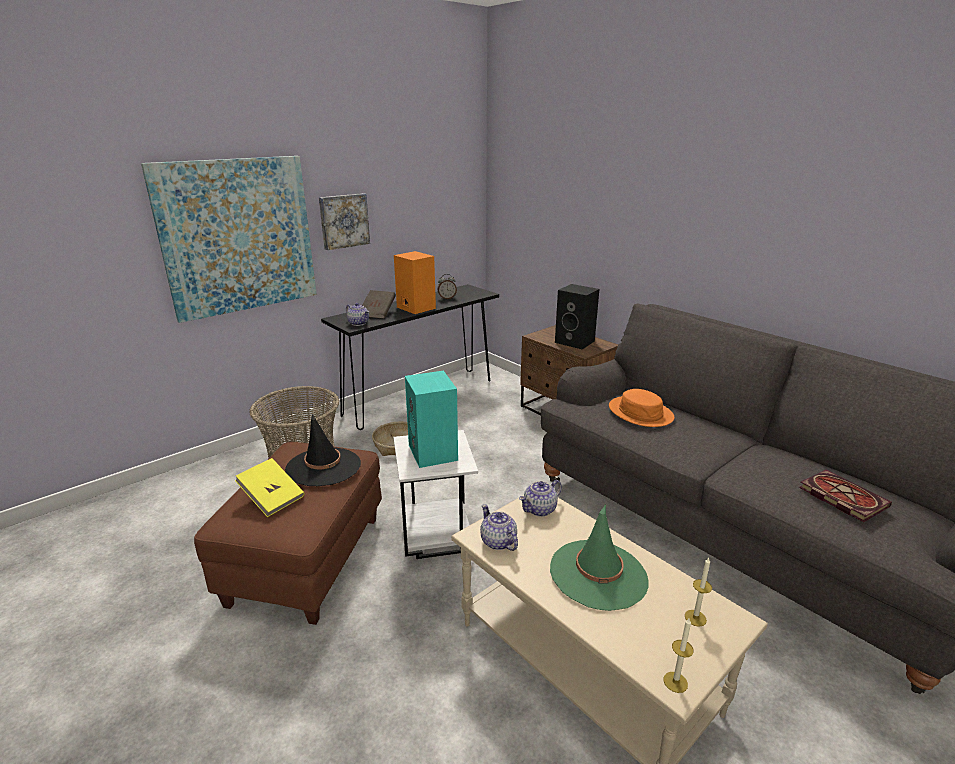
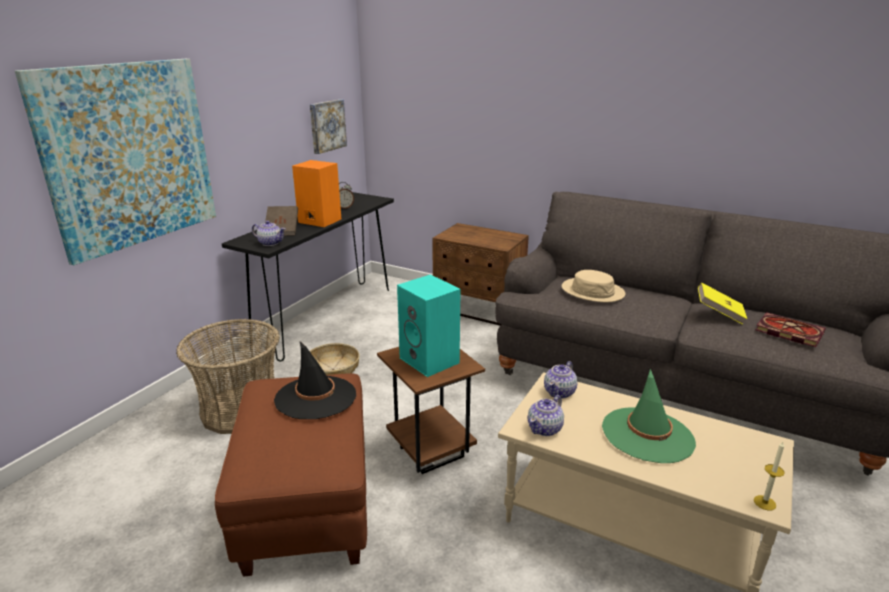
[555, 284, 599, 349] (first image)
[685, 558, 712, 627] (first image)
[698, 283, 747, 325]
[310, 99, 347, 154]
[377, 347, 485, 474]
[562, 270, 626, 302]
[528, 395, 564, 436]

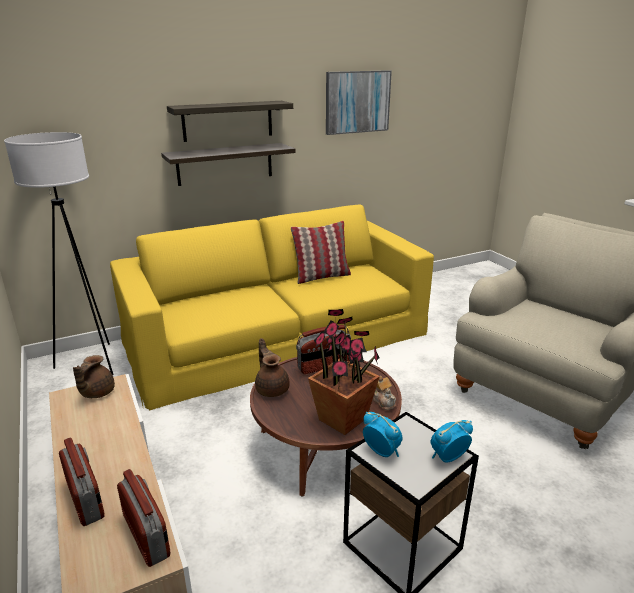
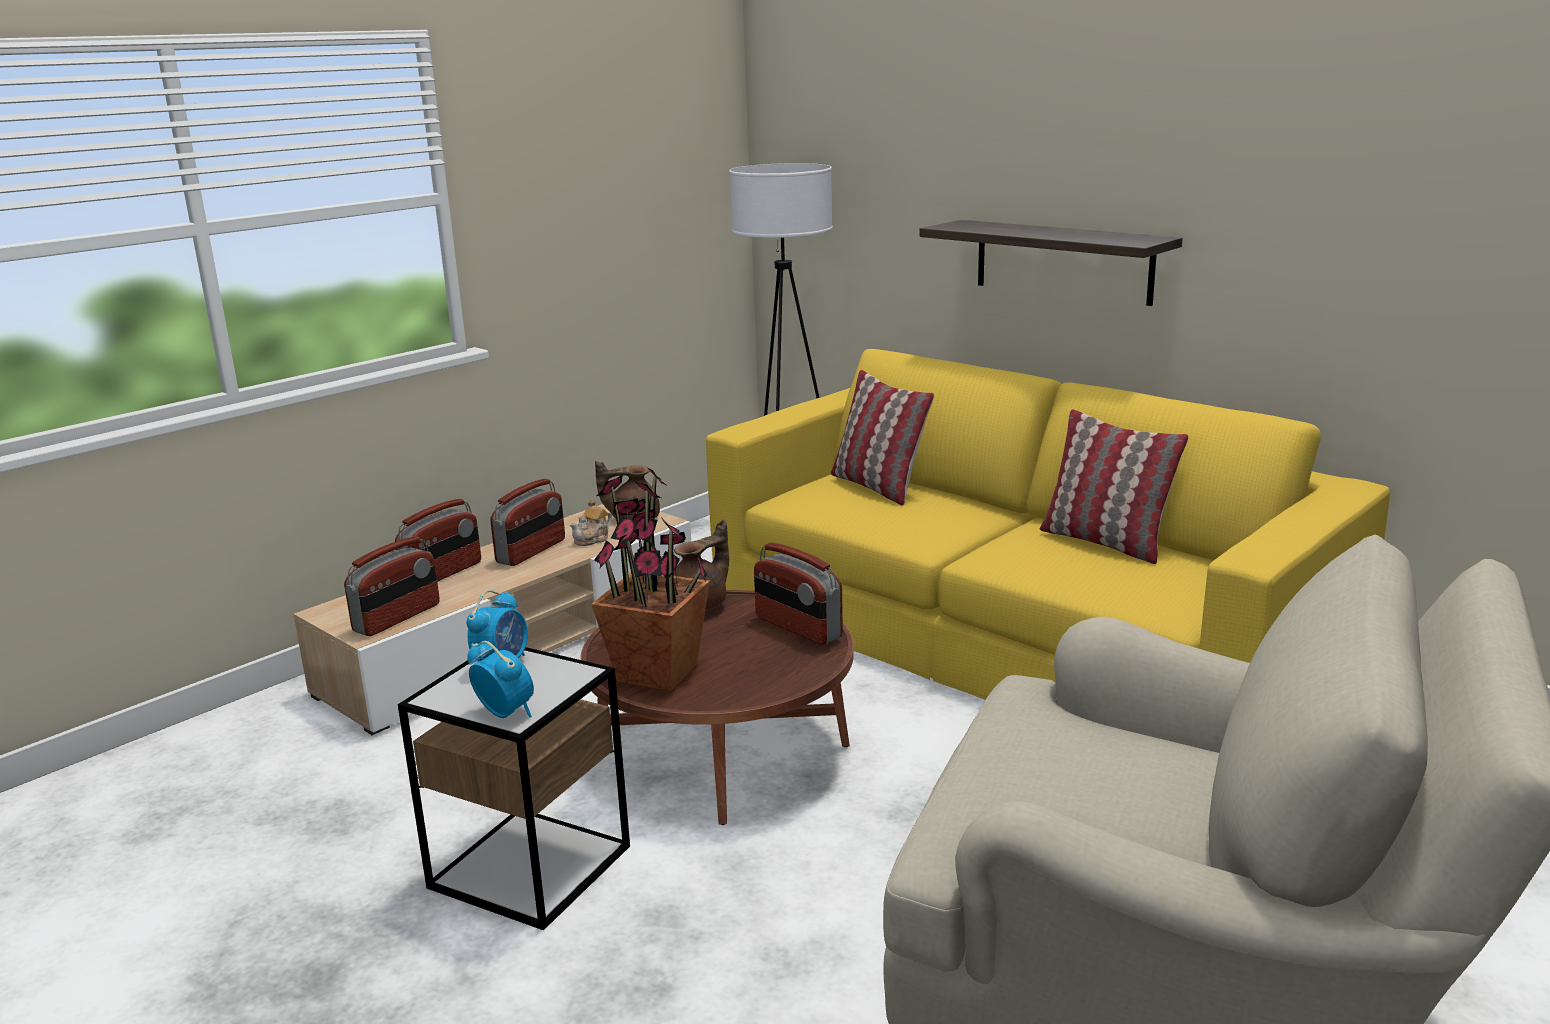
[167, 101, 293, 142] (first image)
[326, 70, 392, 135] (first image)
[490, 479, 565, 566]
[831, 370, 934, 506]
[570, 499, 612, 546]

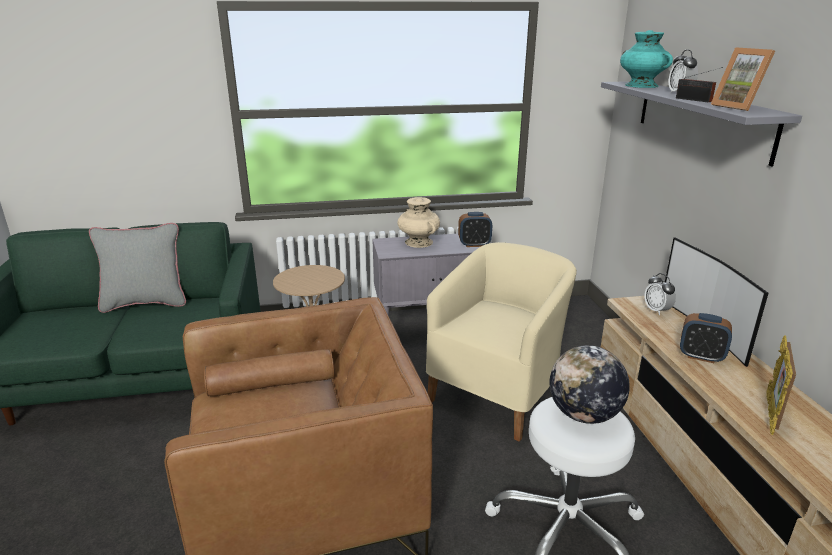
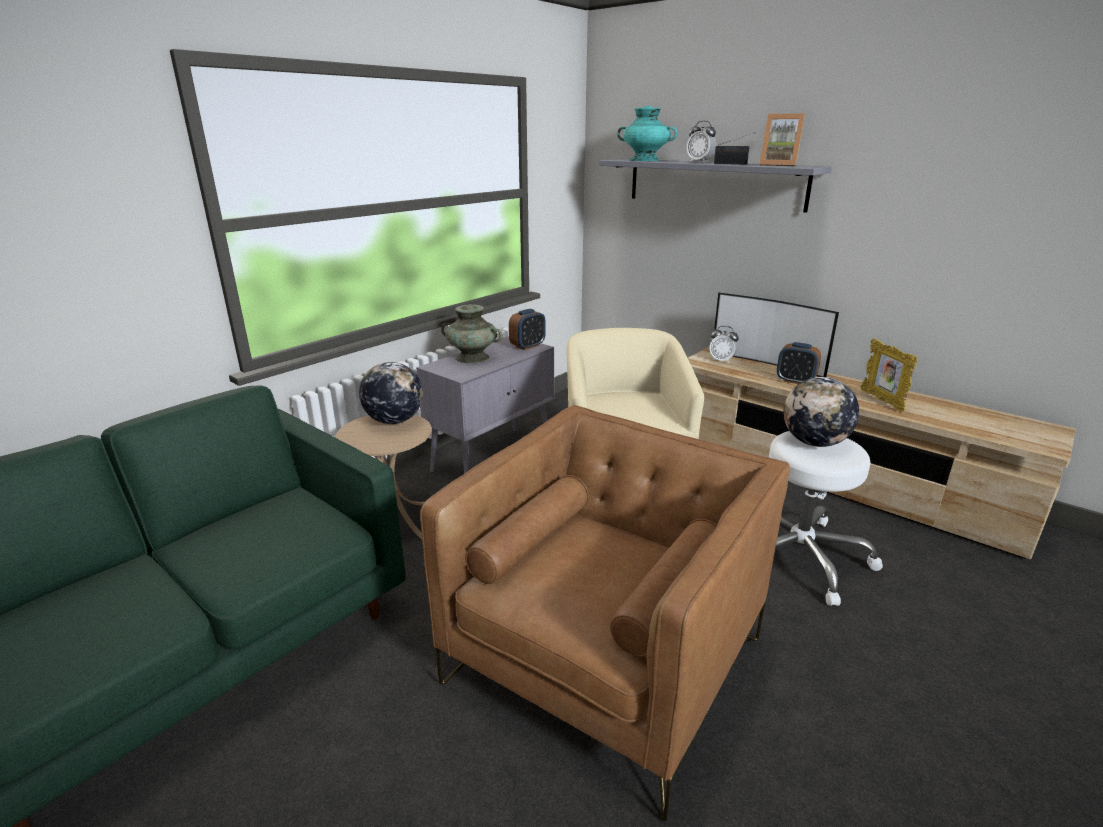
[89, 223, 186, 313] (first image)
[359, 362, 423, 424]
[441, 304, 503, 364]
[777, 342, 821, 384]

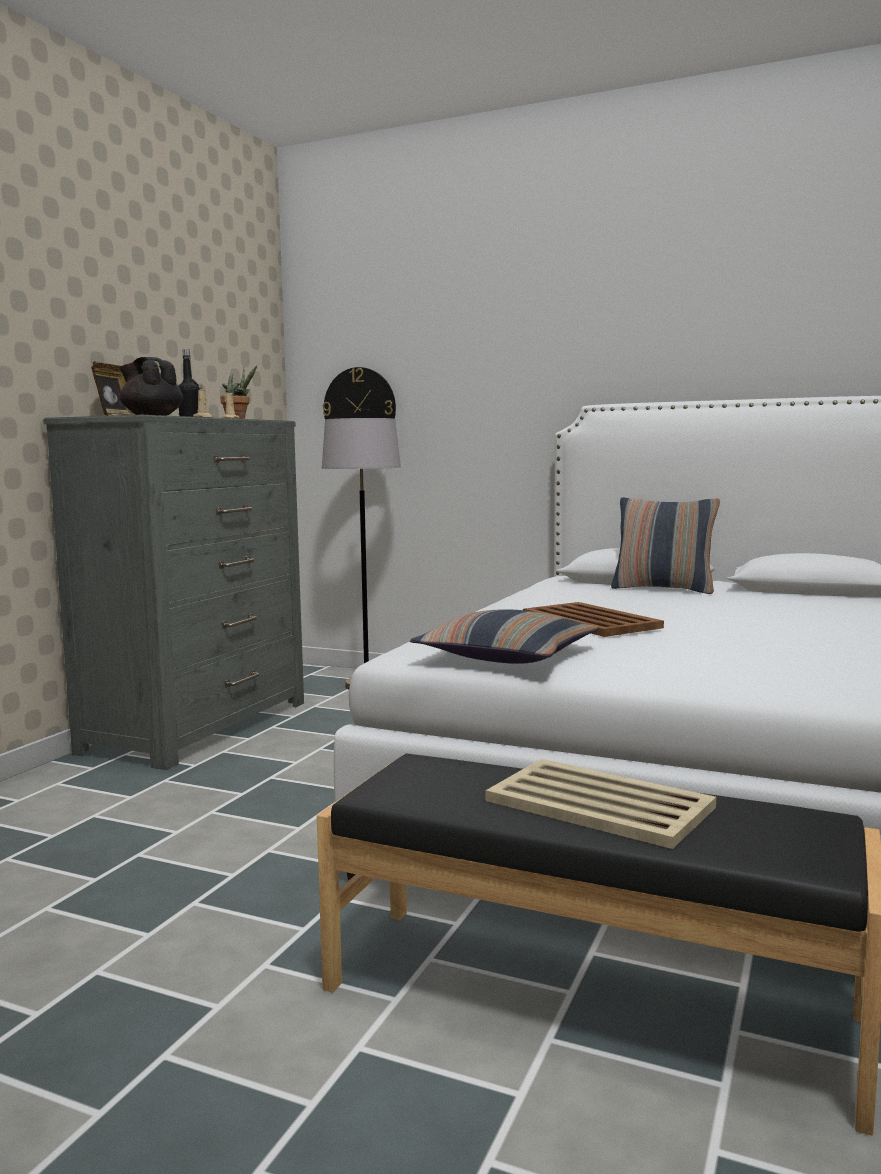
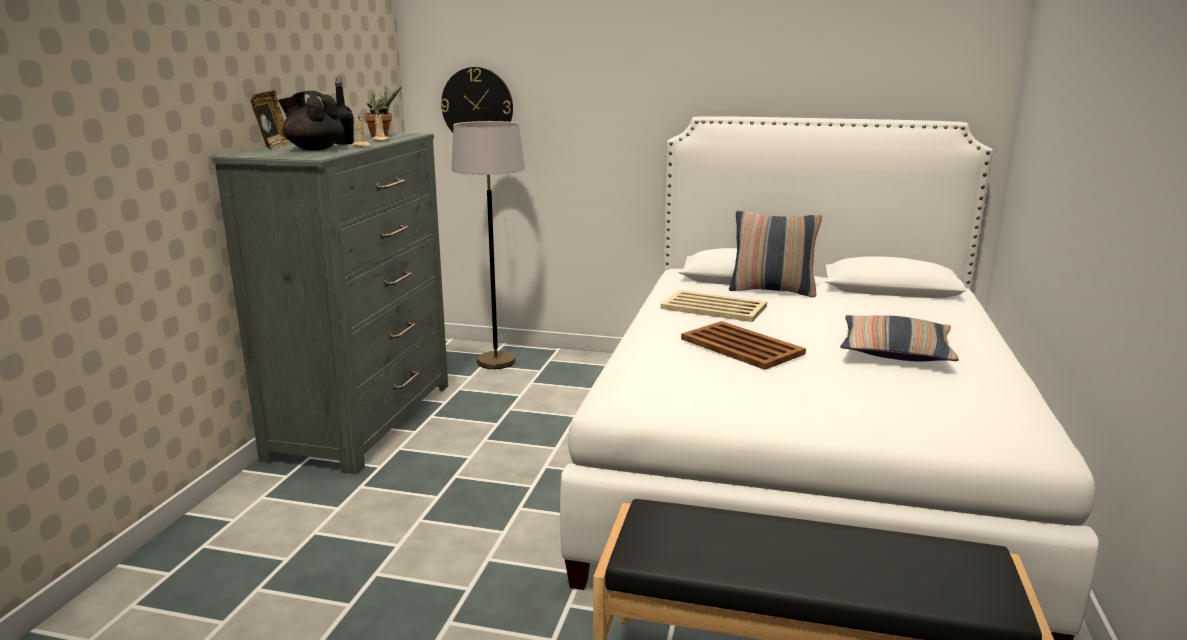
[840, 315, 959, 362]
[660, 290, 767, 322]

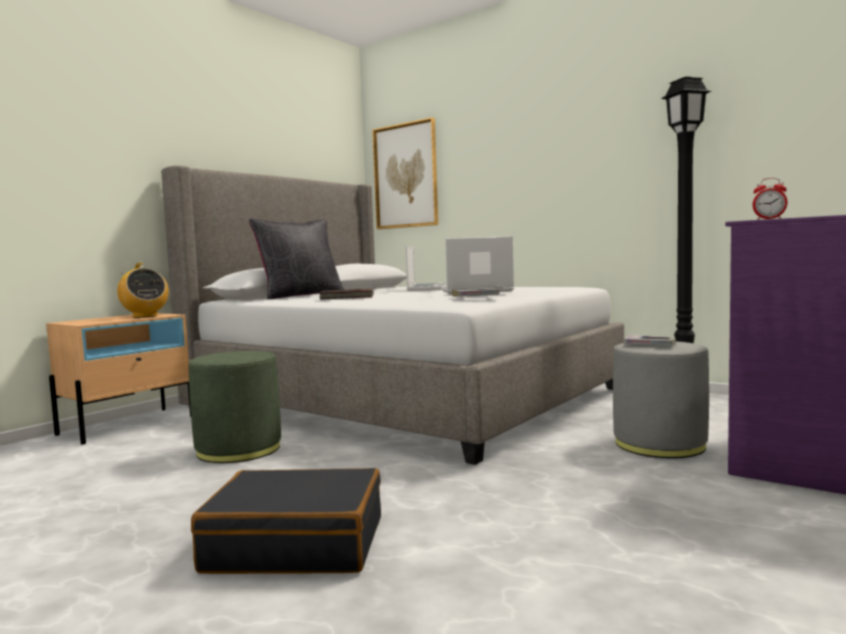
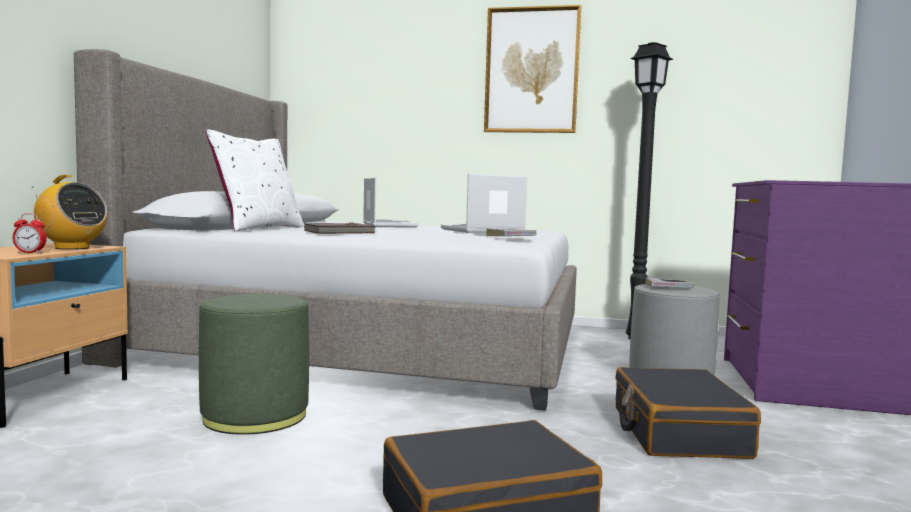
[616, 367, 761, 459]
[484, 5, 581, 133]
[13, 213, 47, 253]
[206, 130, 304, 231]

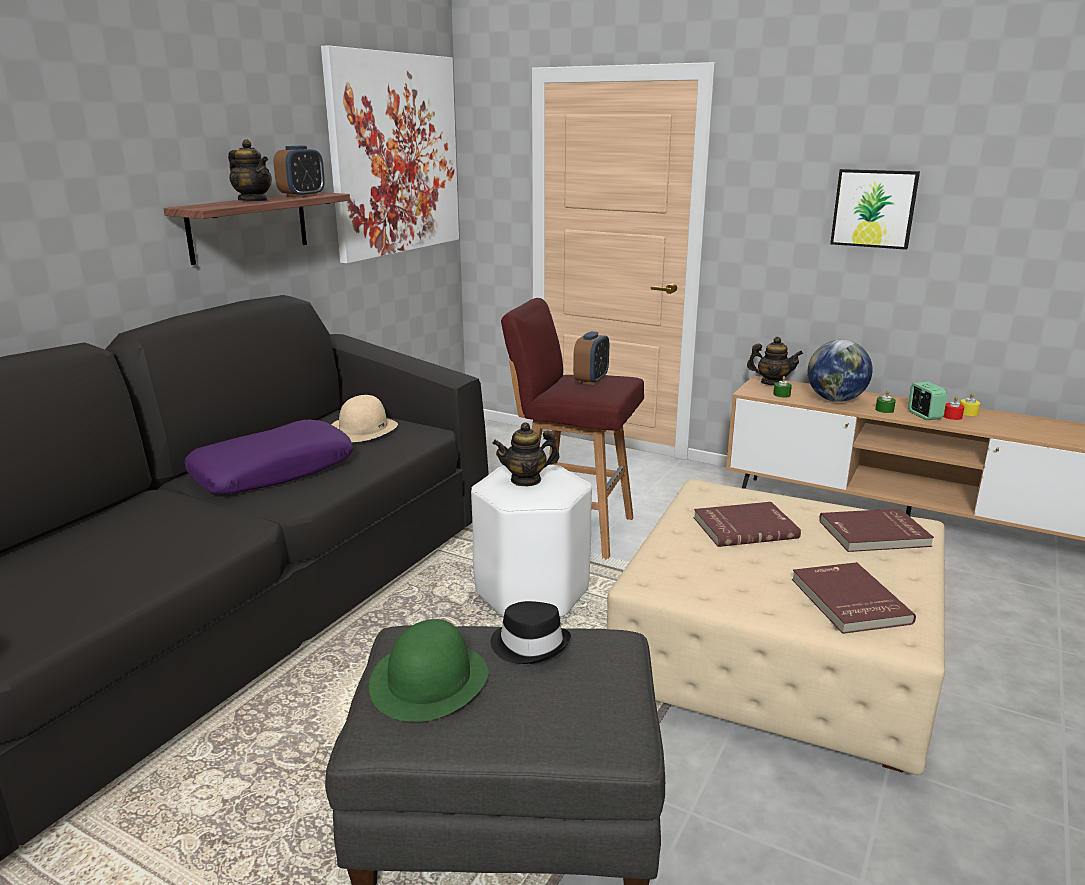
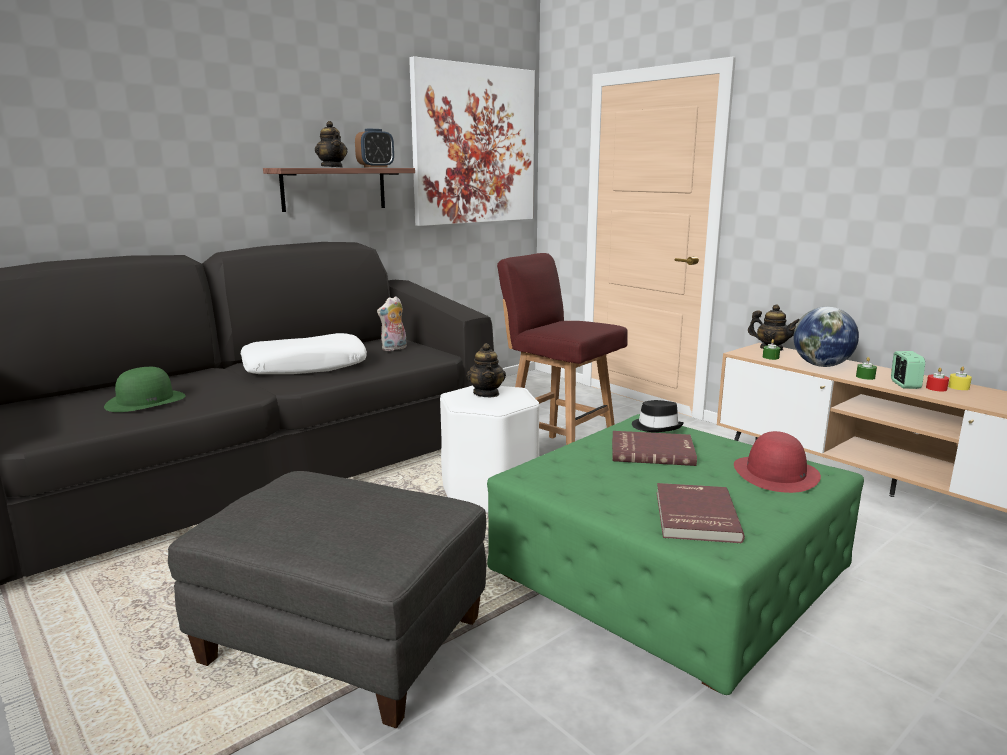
[573, 331, 609, 385] (first image)
[830, 169, 920, 250] (first image)
[104, 367, 186, 412]
[632, 400, 684, 432]
[377, 296, 407, 351]
[734, 431, 821, 493]
[241, 333, 367, 374]
[487, 414, 864, 695]
[467, 343, 506, 397]

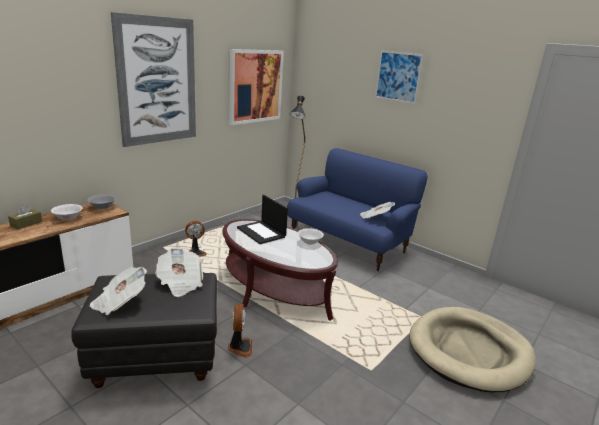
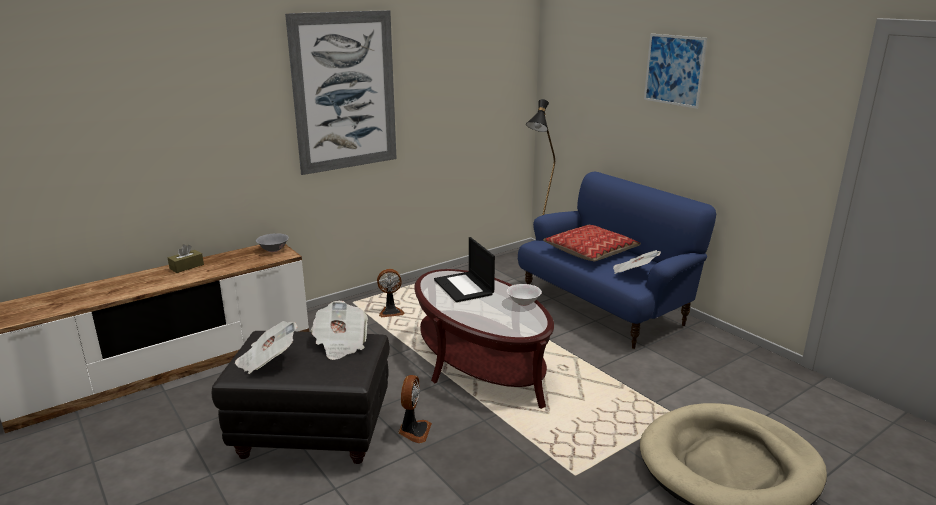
[51, 204, 83, 221] (first image)
[230, 49, 284, 125] (first image)
[543, 225, 641, 262]

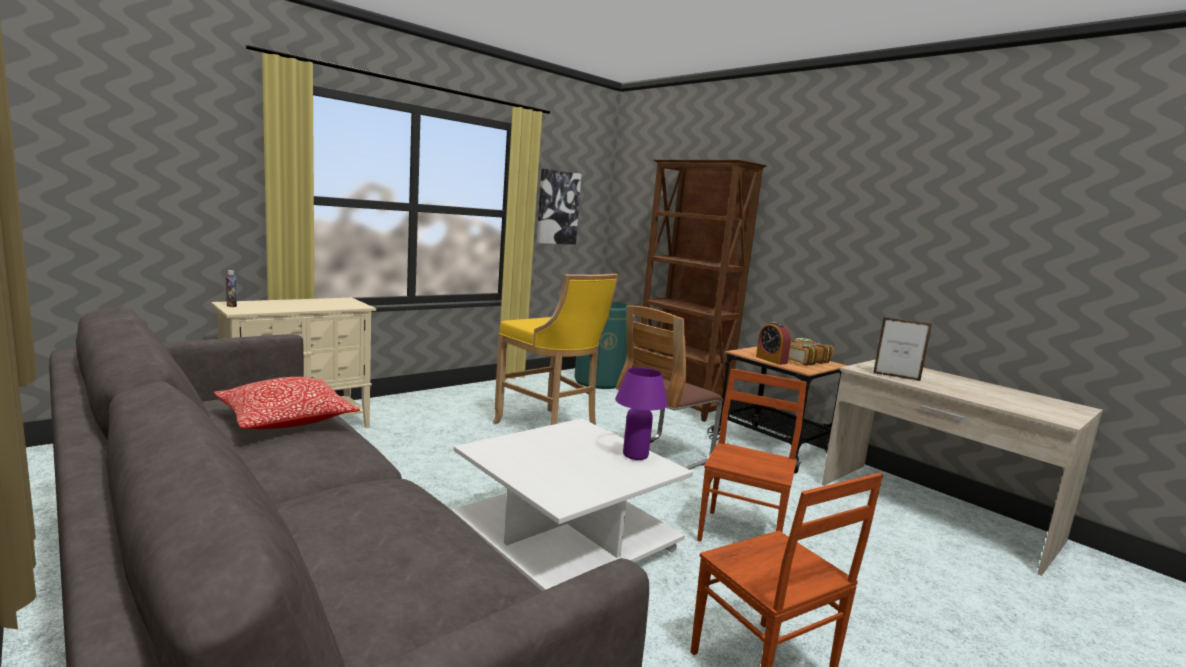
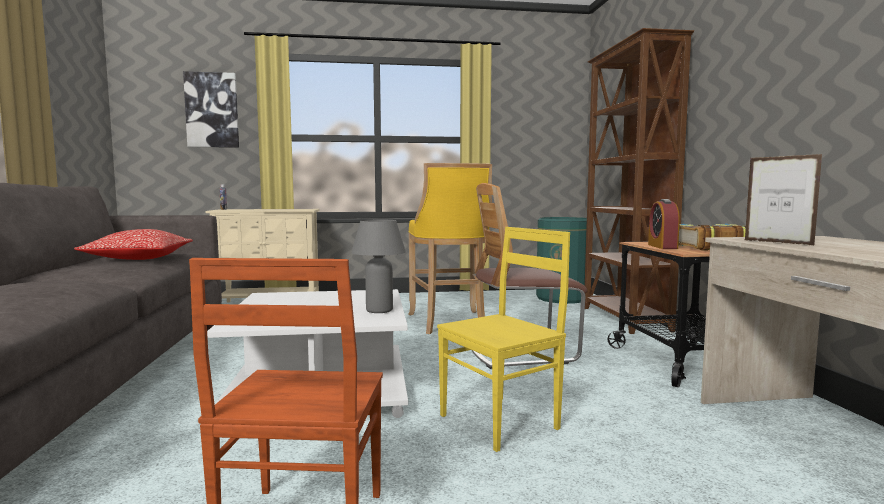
[183, 71, 239, 148]
[351, 220, 406, 313]
[437, 227, 570, 452]

